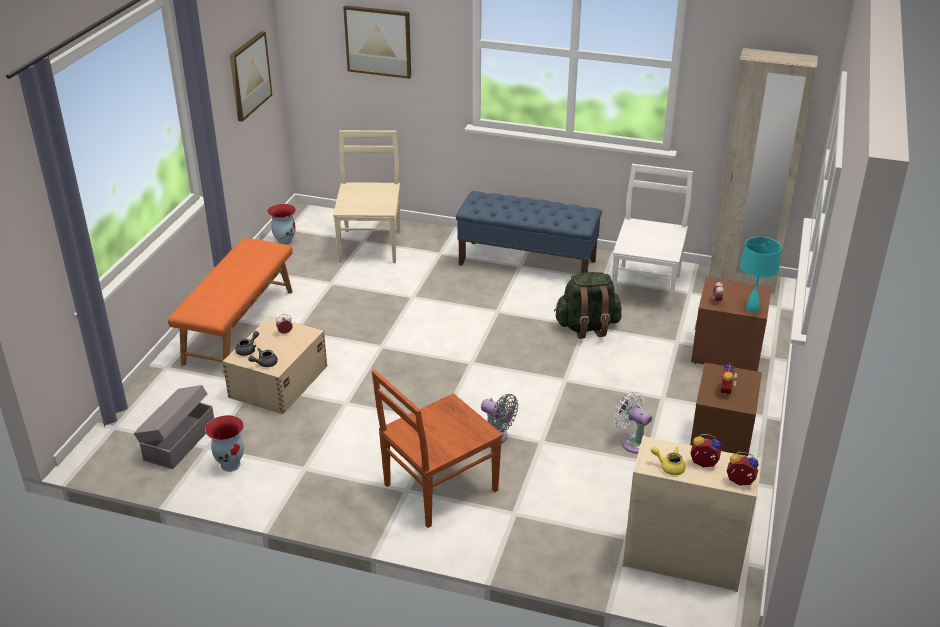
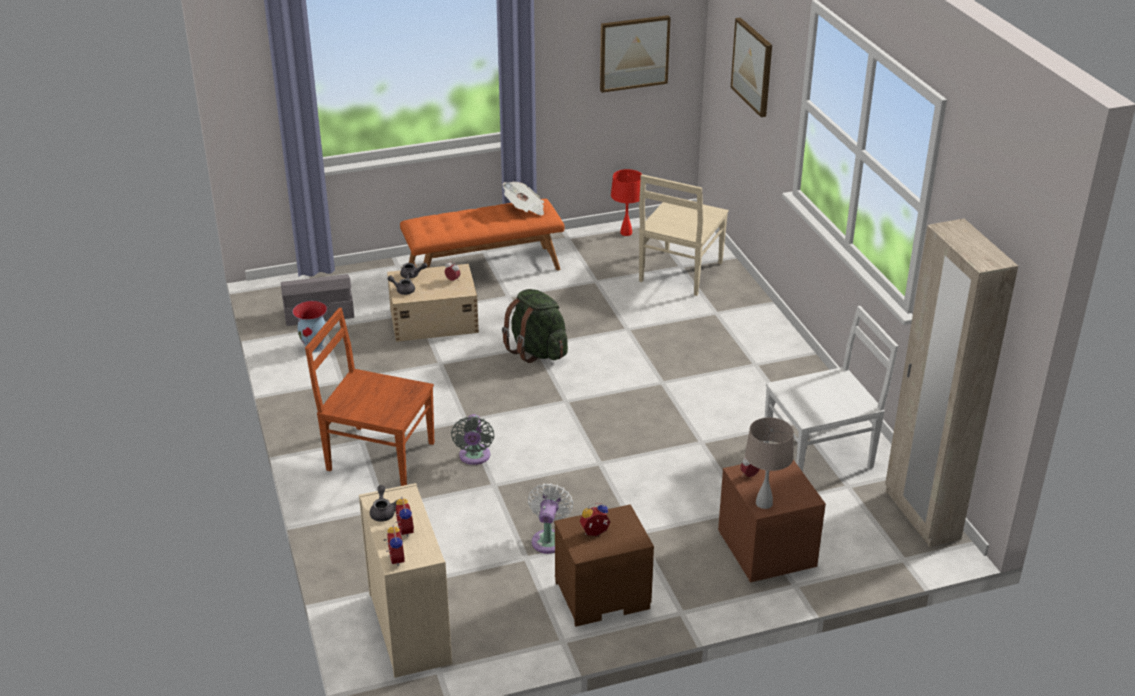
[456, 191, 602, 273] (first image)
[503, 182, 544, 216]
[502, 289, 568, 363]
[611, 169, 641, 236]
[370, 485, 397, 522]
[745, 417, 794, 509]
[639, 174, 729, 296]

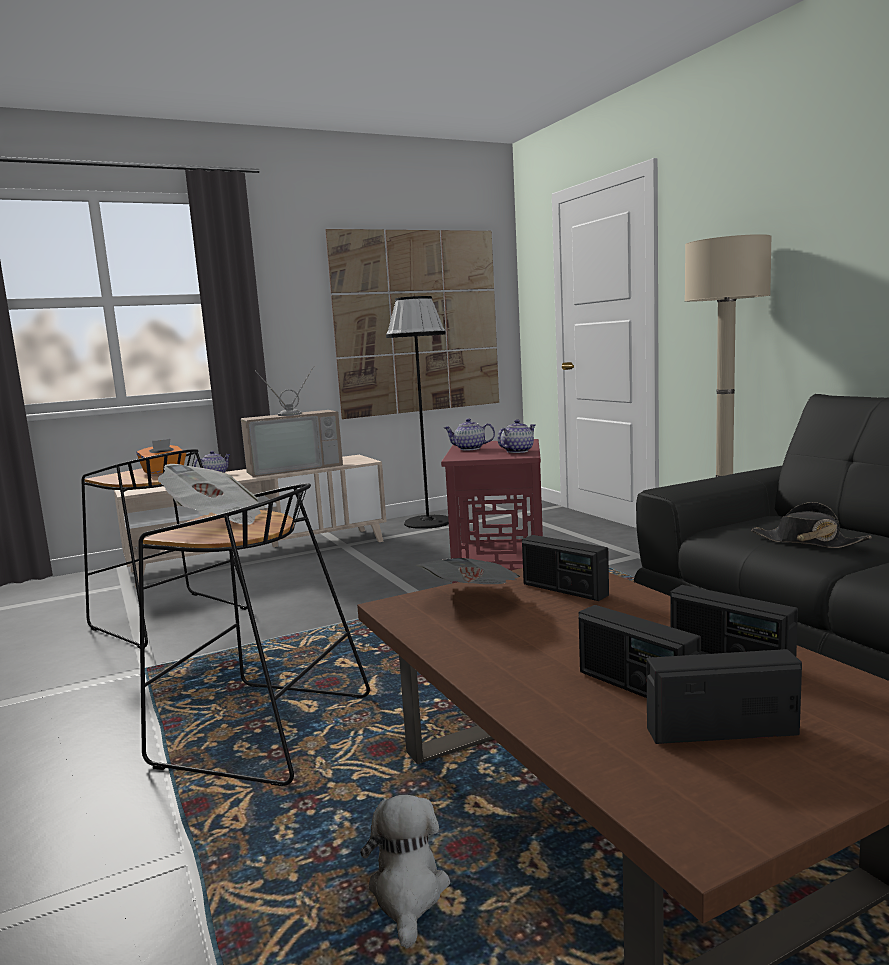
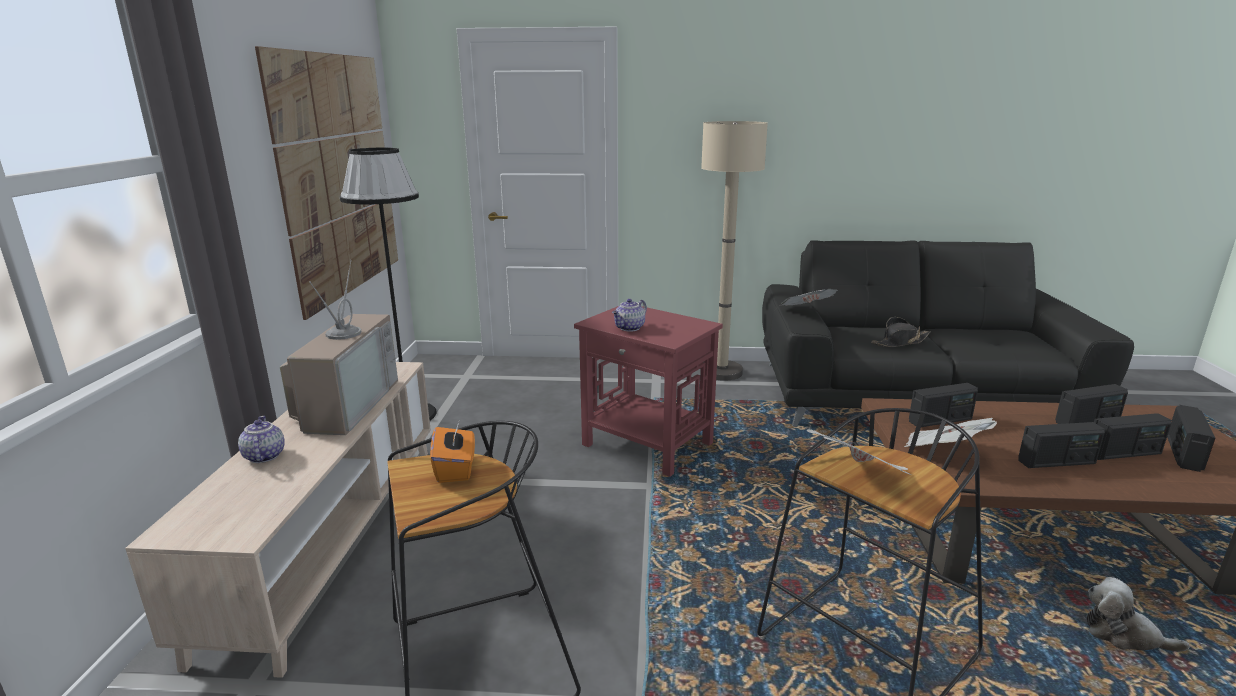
[497, 419, 535, 453] (first image)
[780, 289, 838, 306]
[1018, 422, 1105, 468]

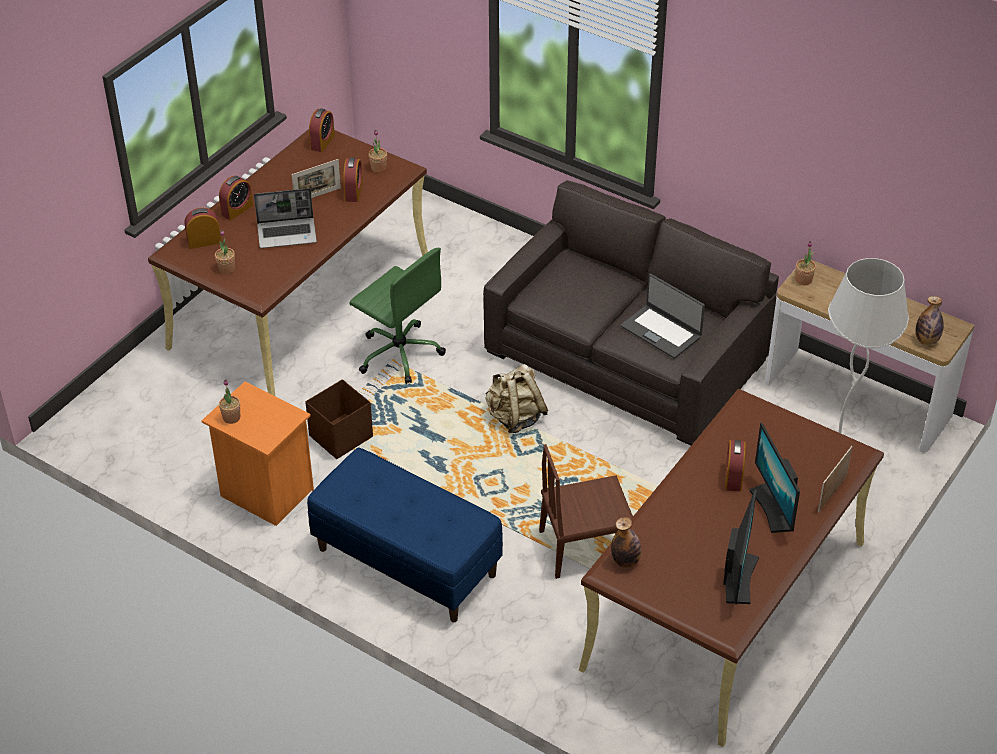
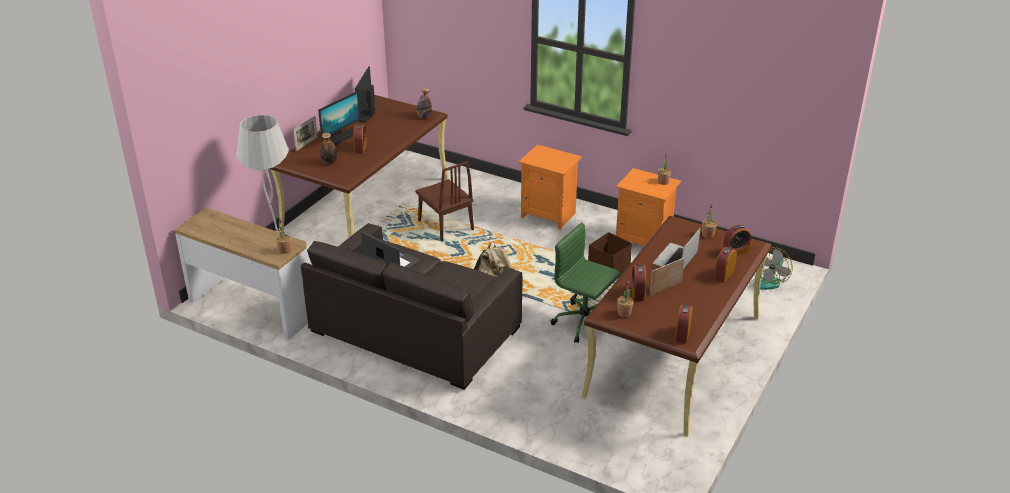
[753, 247, 792, 290]
[320, 133, 337, 164]
[519, 145, 582, 230]
[653, 228, 700, 269]
[416, 161, 474, 241]
[318, 91, 361, 146]

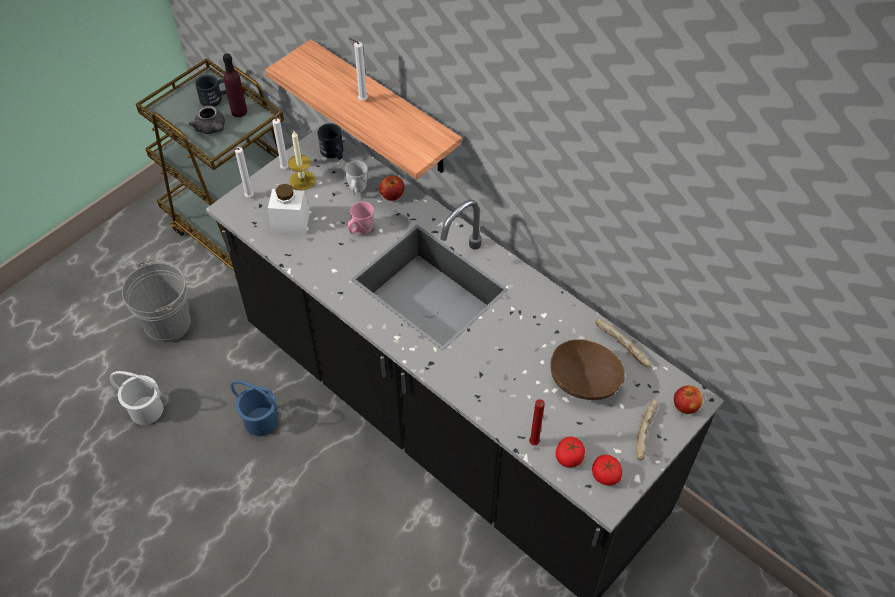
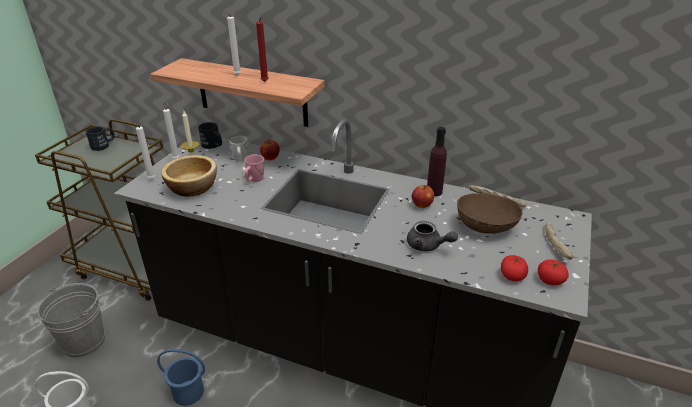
[407, 221, 458, 252]
[427, 127, 447, 196]
[256, 17, 269, 82]
[412, 185, 434, 208]
[161, 155, 217, 197]

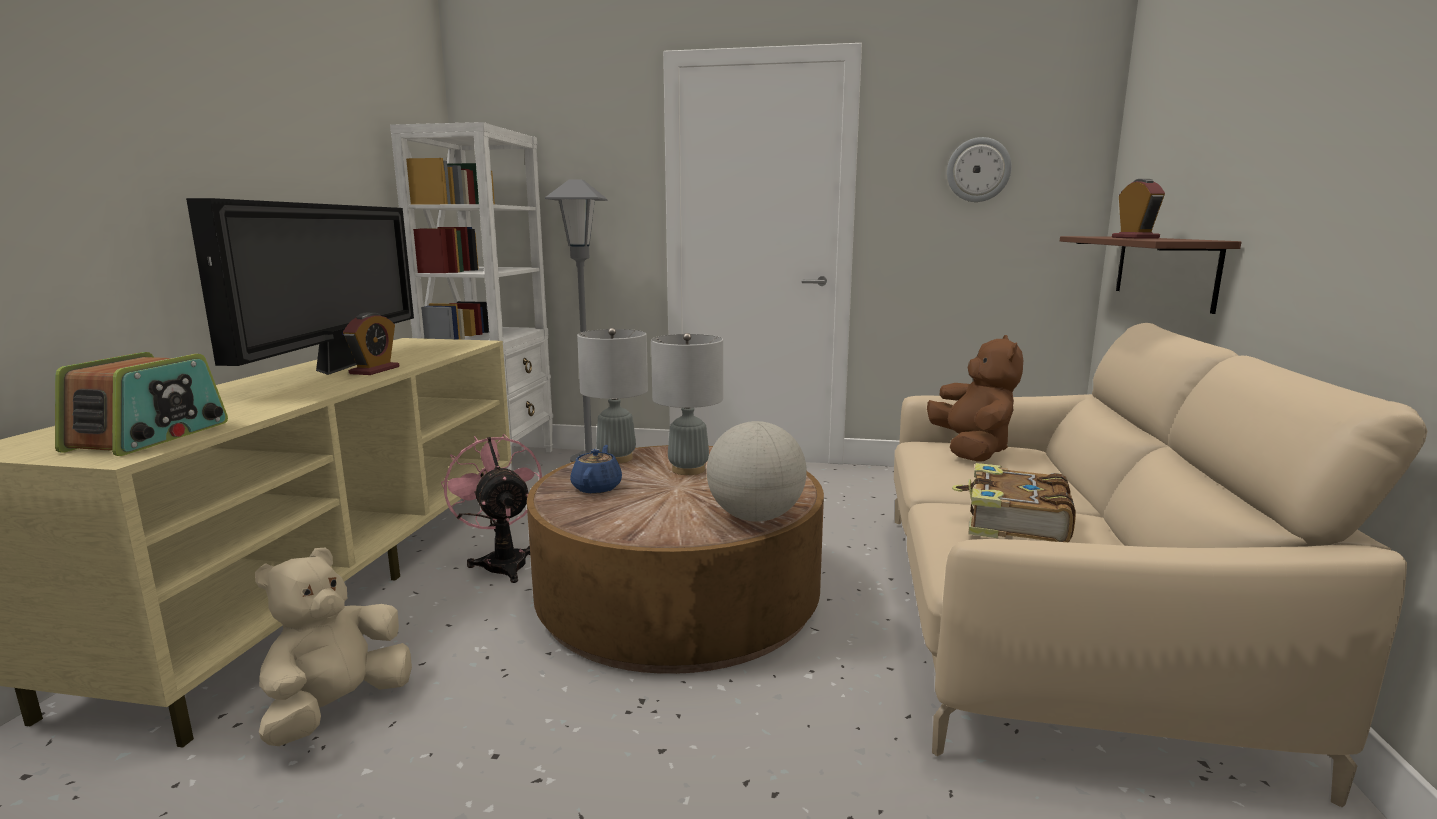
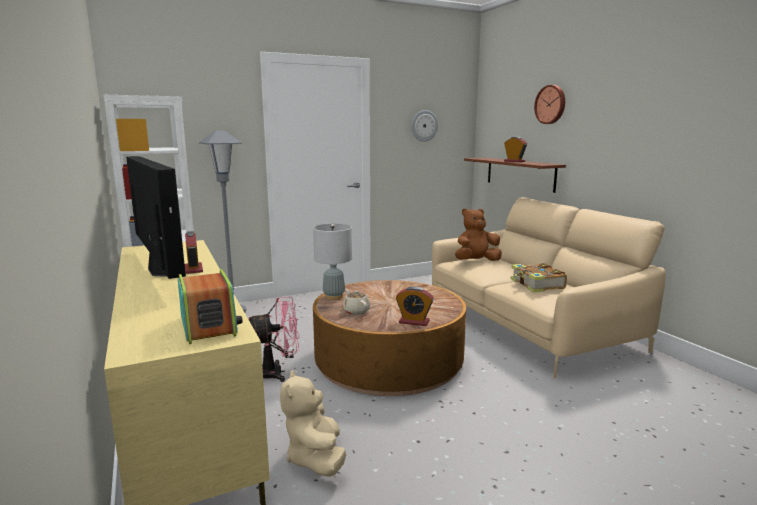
[651, 333, 723, 475] (first image)
[707, 421, 807, 522] (first image)
[396, 287, 434, 326]
[534, 85, 565, 124]
[342, 289, 370, 315]
[248, 296, 300, 382]
[455, 208, 502, 261]

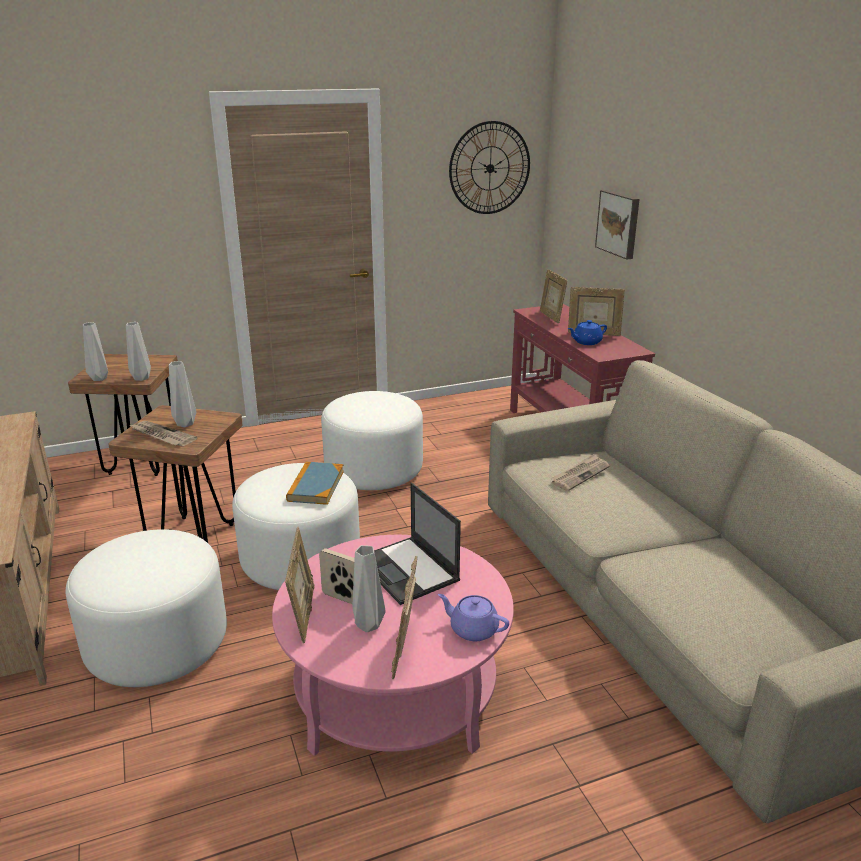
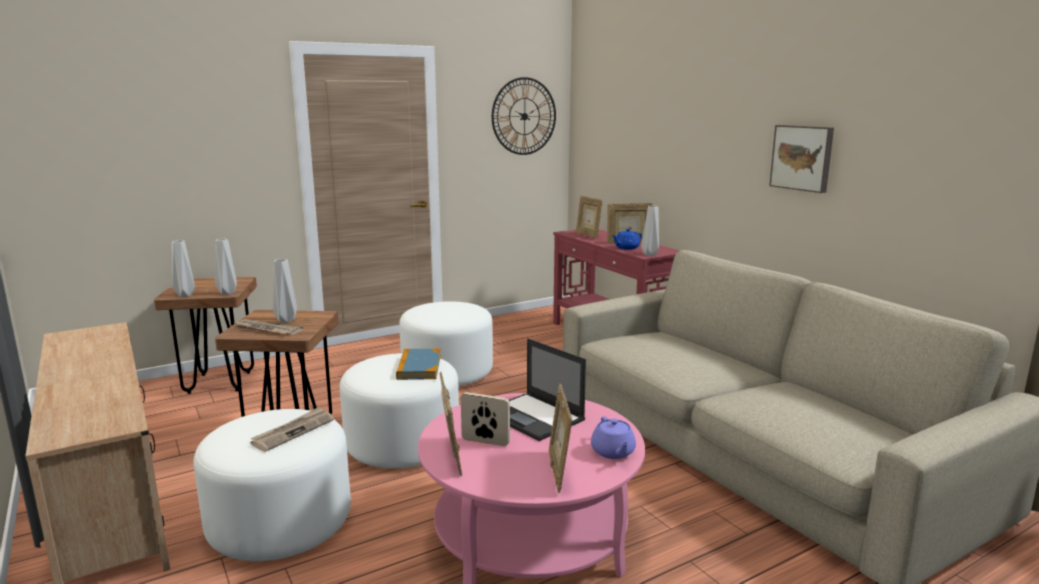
[641, 206, 659, 256]
[250, 406, 334, 452]
[769, 125, 834, 193]
[591, 416, 636, 459]

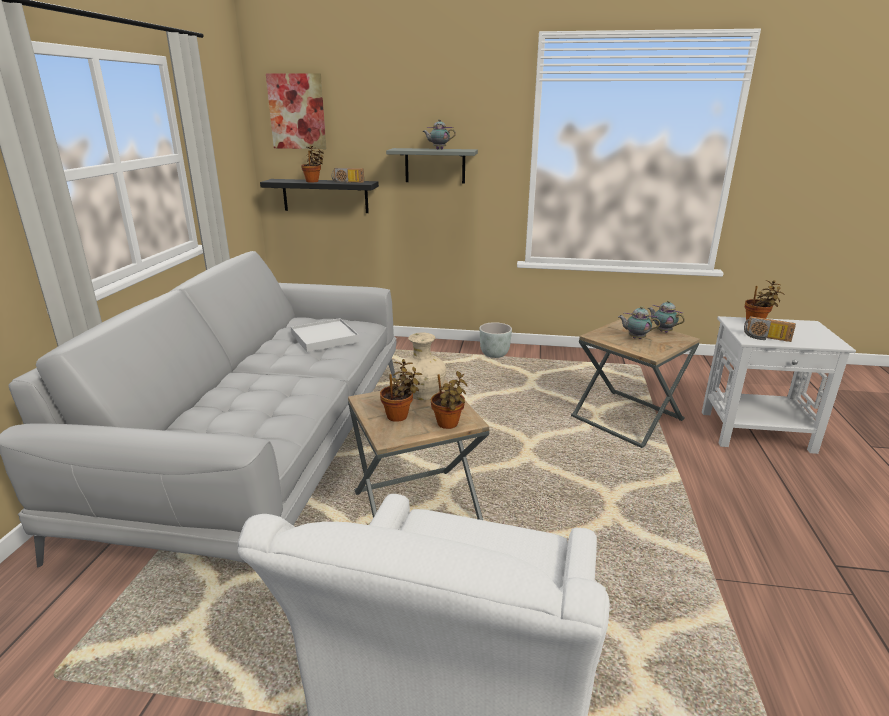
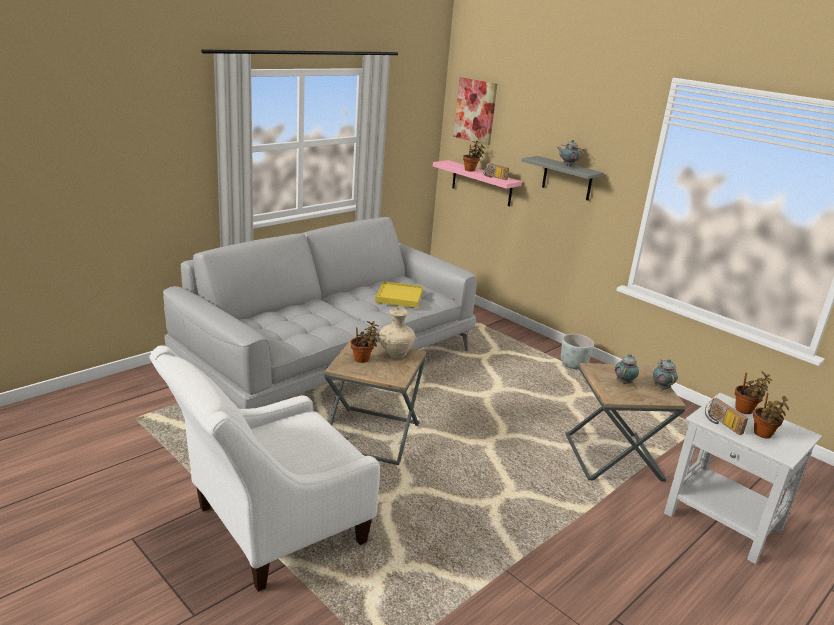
[753, 393, 789, 439]
[433, 160, 522, 206]
[375, 281, 423, 308]
[615, 354, 639, 384]

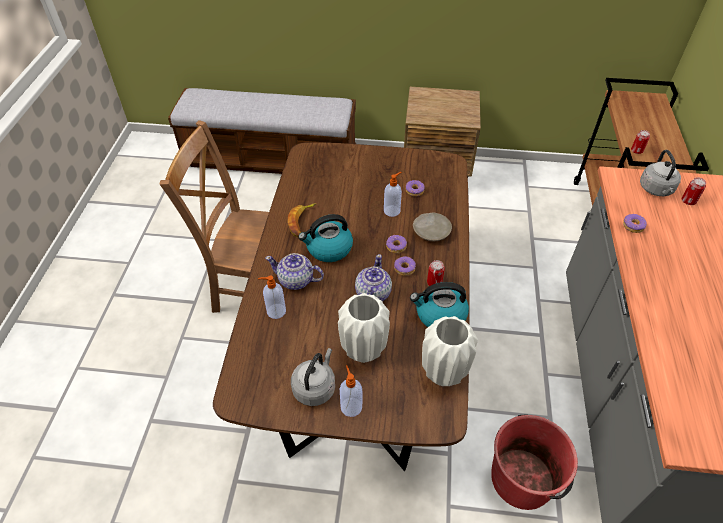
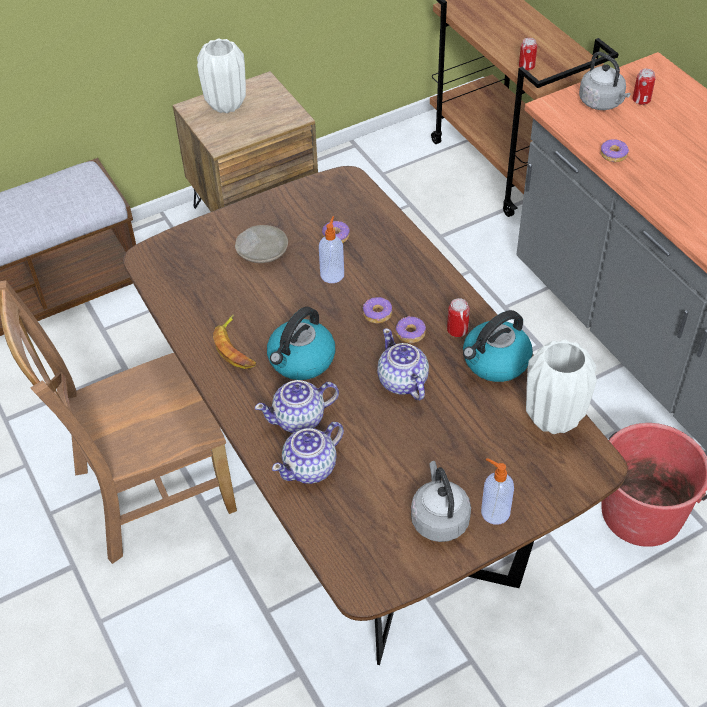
[197, 39, 246, 113]
[235, 225, 288, 263]
[272, 422, 344, 484]

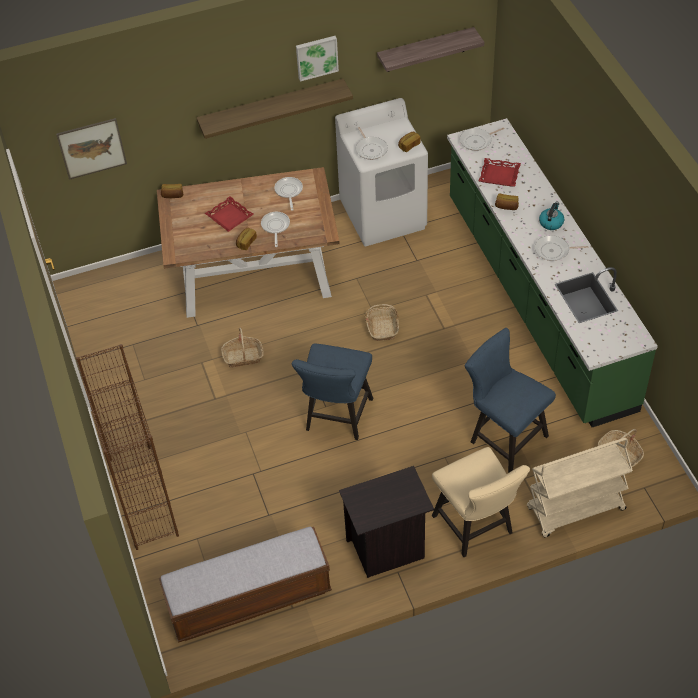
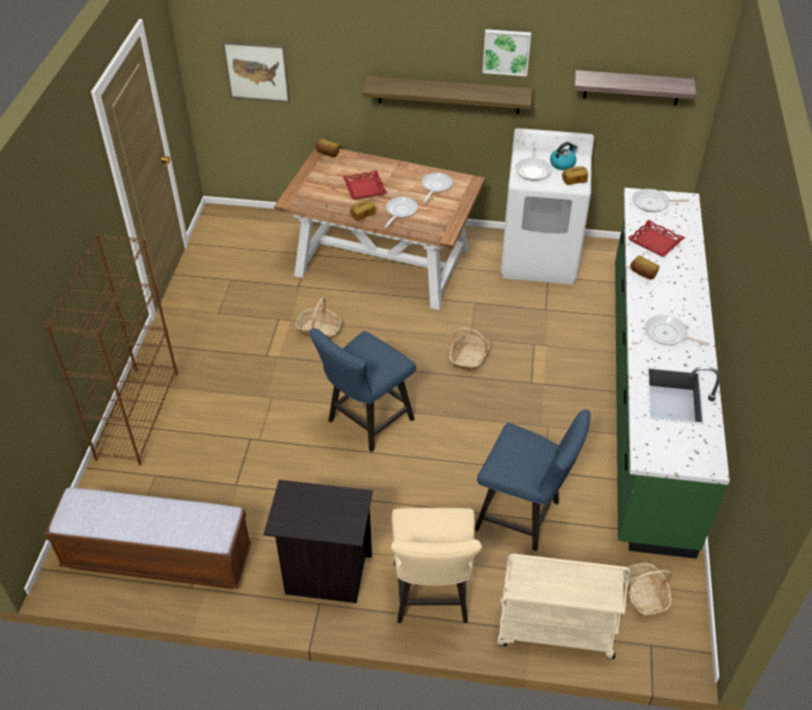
[550, 142, 577, 170]
[475, 410, 591, 551]

